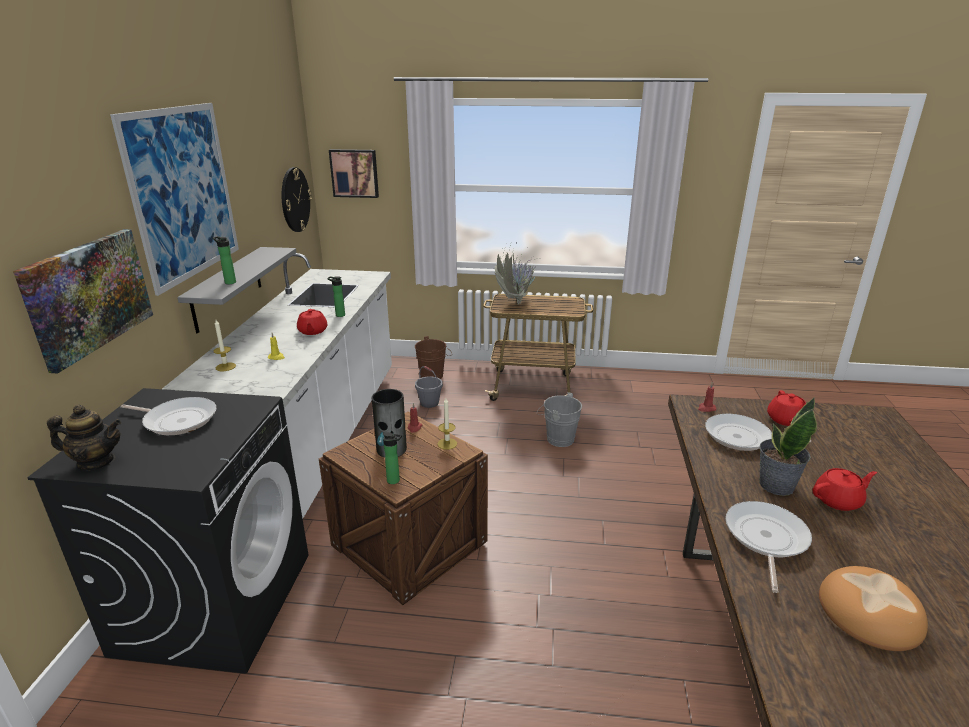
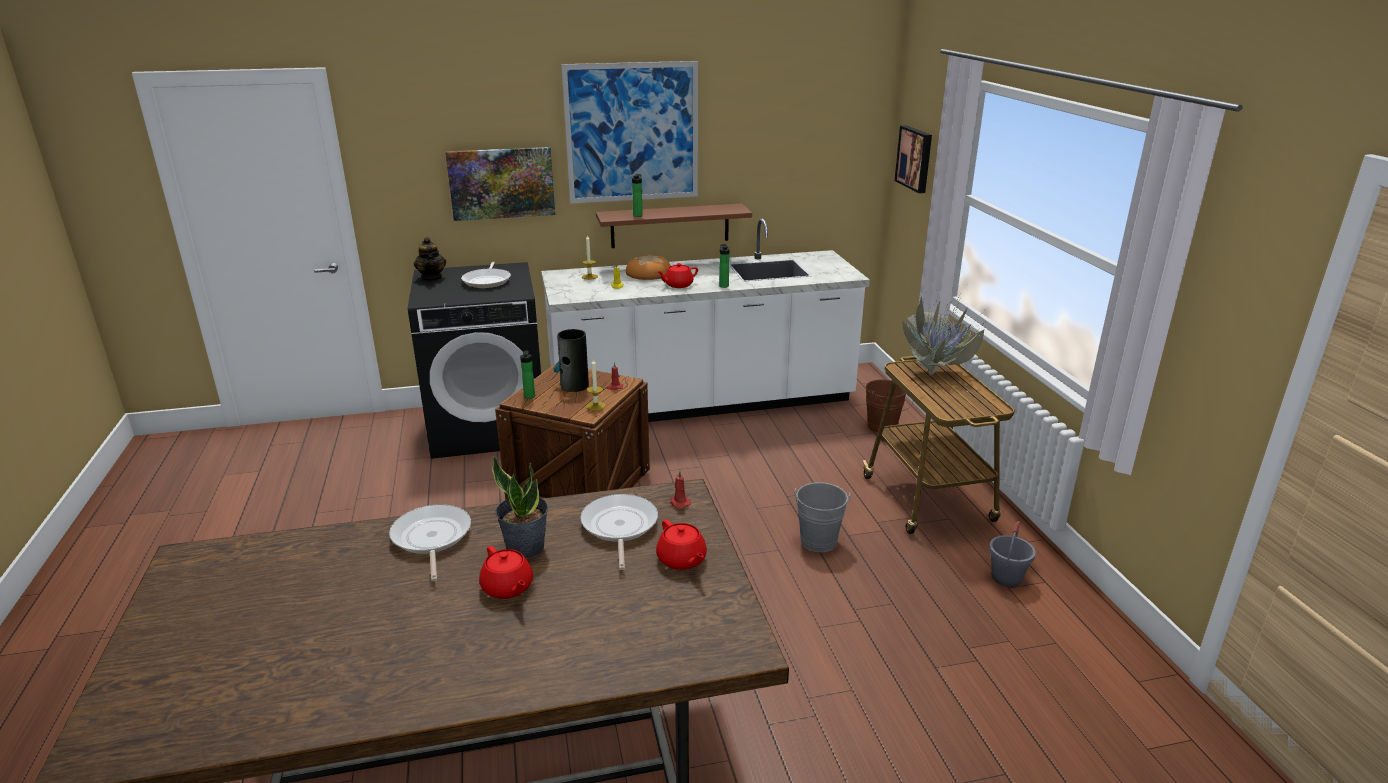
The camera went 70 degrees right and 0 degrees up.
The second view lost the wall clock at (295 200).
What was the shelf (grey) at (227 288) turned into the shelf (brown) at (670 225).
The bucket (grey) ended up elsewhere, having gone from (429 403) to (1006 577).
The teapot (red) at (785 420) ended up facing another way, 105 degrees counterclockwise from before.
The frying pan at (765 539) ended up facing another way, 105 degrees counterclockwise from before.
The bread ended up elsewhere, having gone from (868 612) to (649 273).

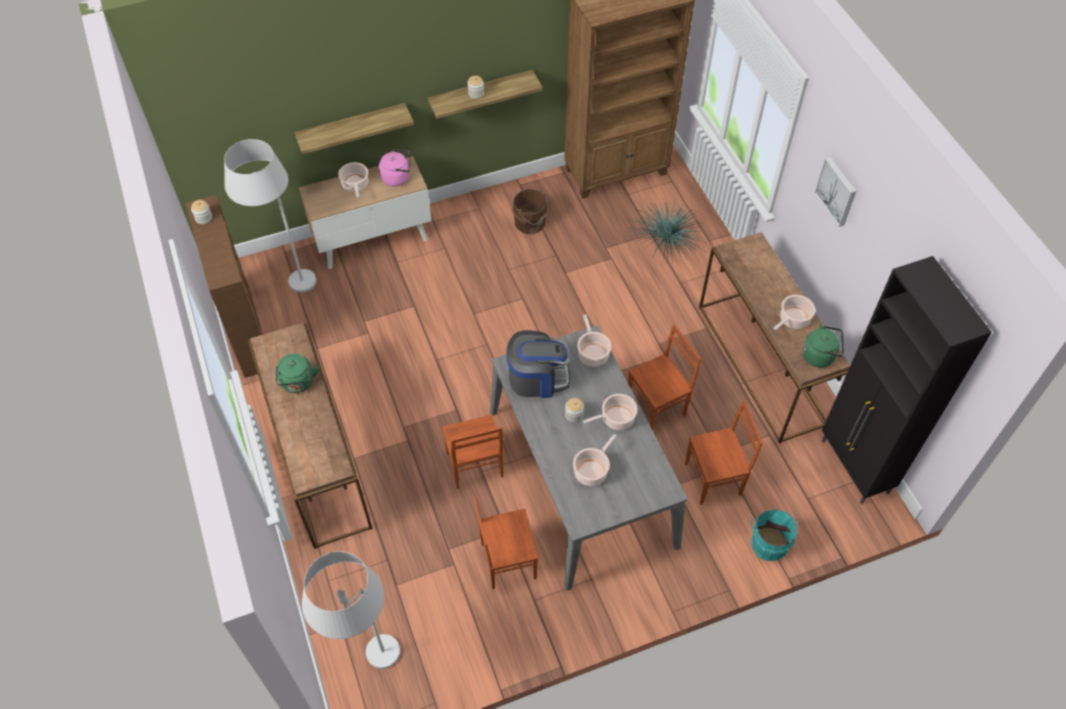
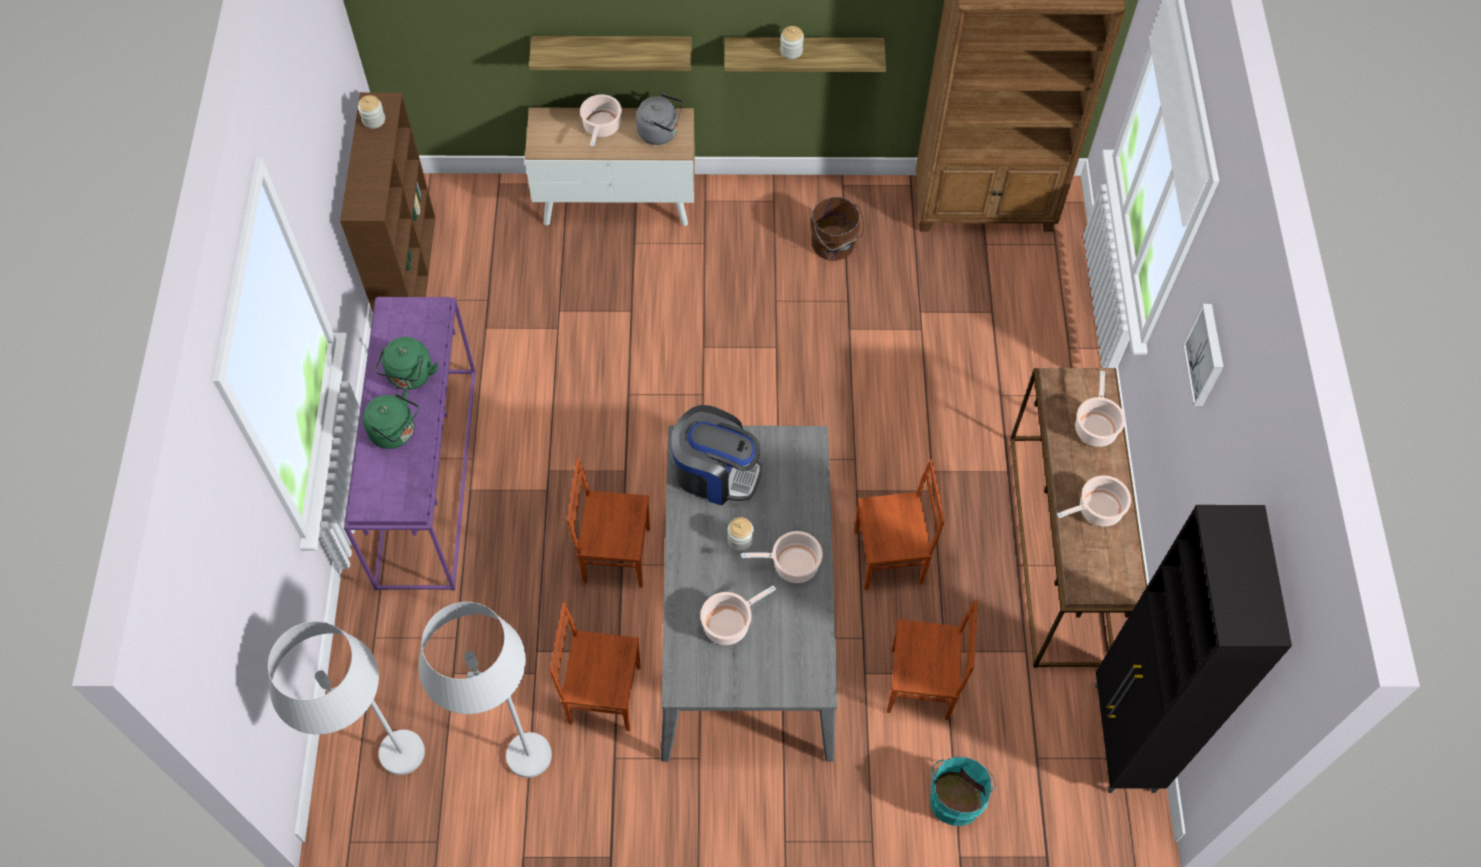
The camera went 20 degrees right and 5 degrees up.
The floor lamp (white) ended up elsewhere, having gone from (287 282) to (505 747).
What was the kettle (pink) at (397 177) turned into the kettle (grey) at (660 132).
The second view lost the potted plant at (667 239).
The cooking pot ended up elsewhere, having gone from (592 353) to (1095 427).
What was the console table (brown) at (317 459) turned into the console table (purple) at (425 475).
The kettle (green) ended up elsewhere, having gone from (820 356) to (395 432).
The chair (brown) at (474 466) ended up facing another way, 90 degrees clockwise from before.

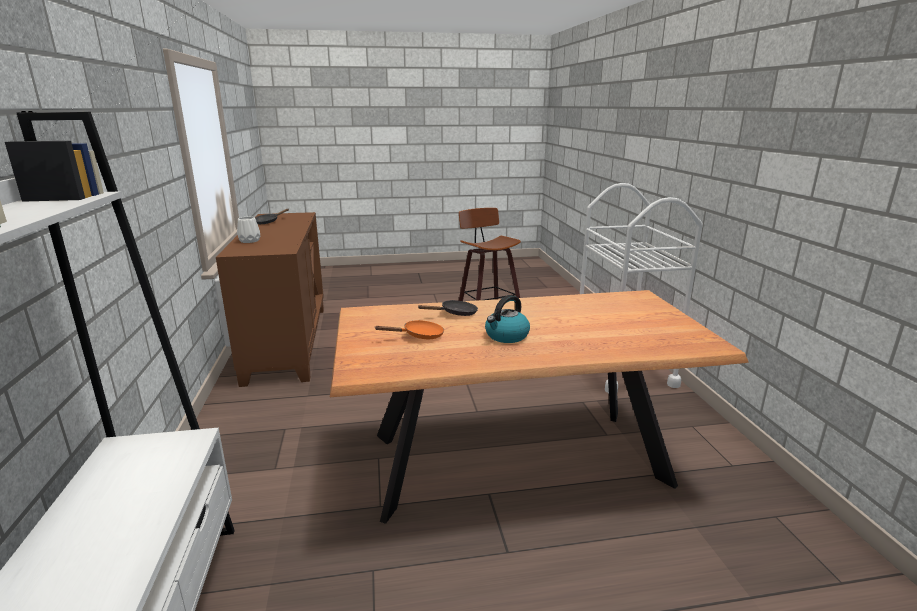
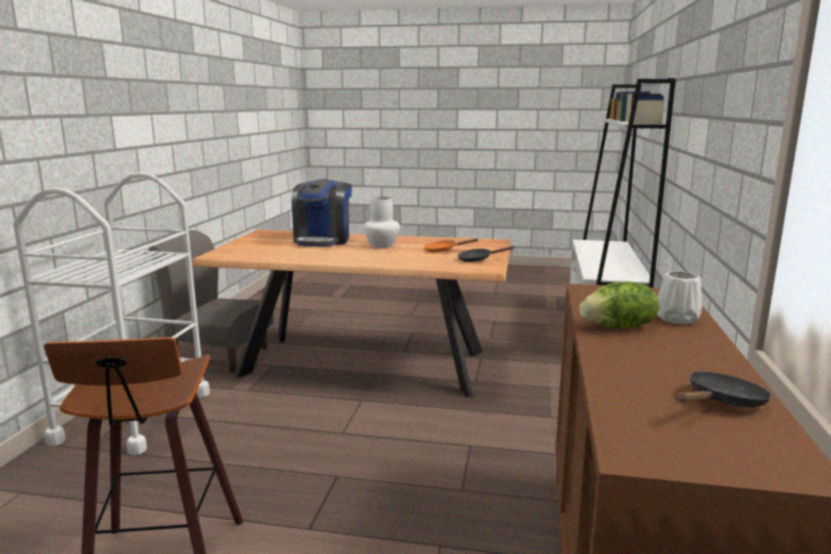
The camera went 160 degrees left and 5 degrees down.
Where the kettle stood at (506 336), the vase (white) came to stand at (381 245).
The frying pan (black) ended up elsewhere, having gone from (455 313) to (478 260).
The second view gained the coffee machine at (323 240).
The second view gained the chair (grey) at (219 355).
The second view gained the lettuce at (619 327).

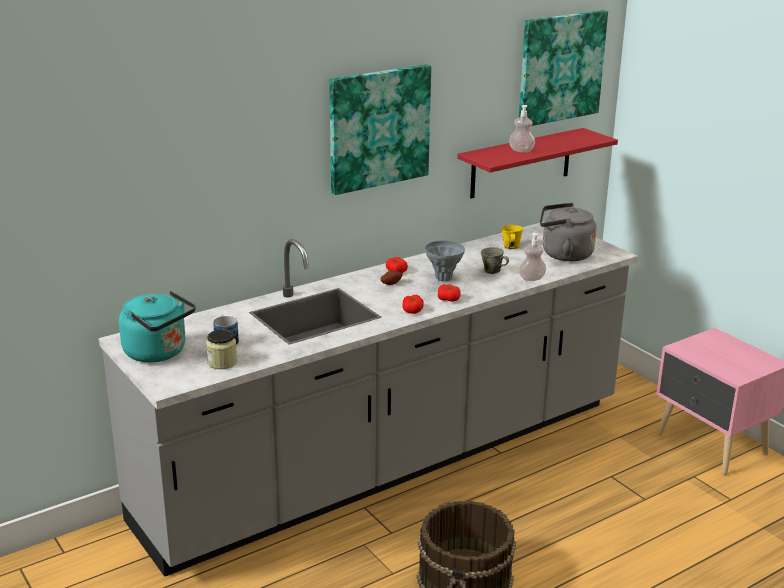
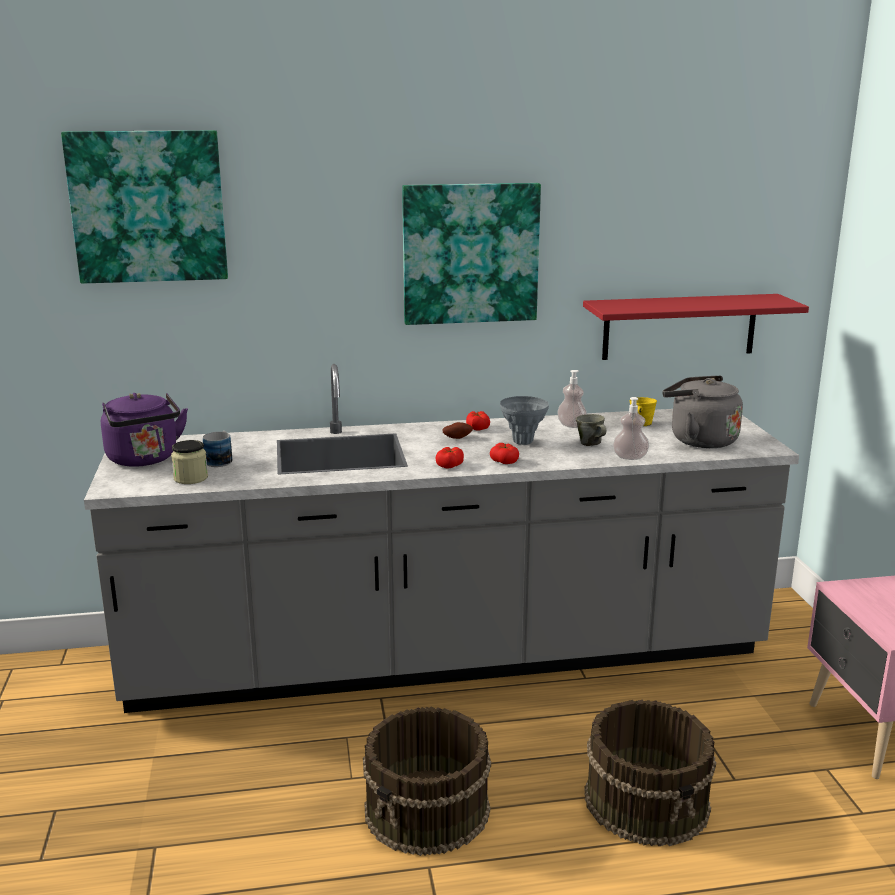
The camera went 25 degrees right and 5 degrees down.
The picture ended up elsewhere, having gone from (560 67) to (148 207).
The soap dispenser ended up elsewhere, having gone from (521 151) to (571 425).
What was the kettle (turquoise) at (159 353) turned into the kettle (purple) at (144 460).
The second view gained the bucket (brown) at (648 801).

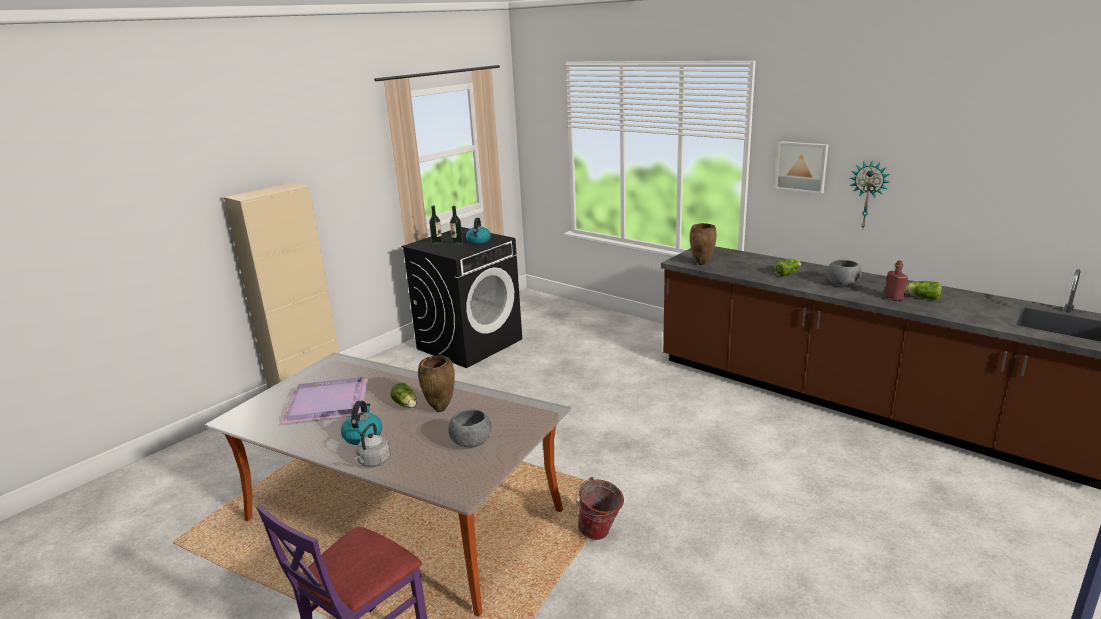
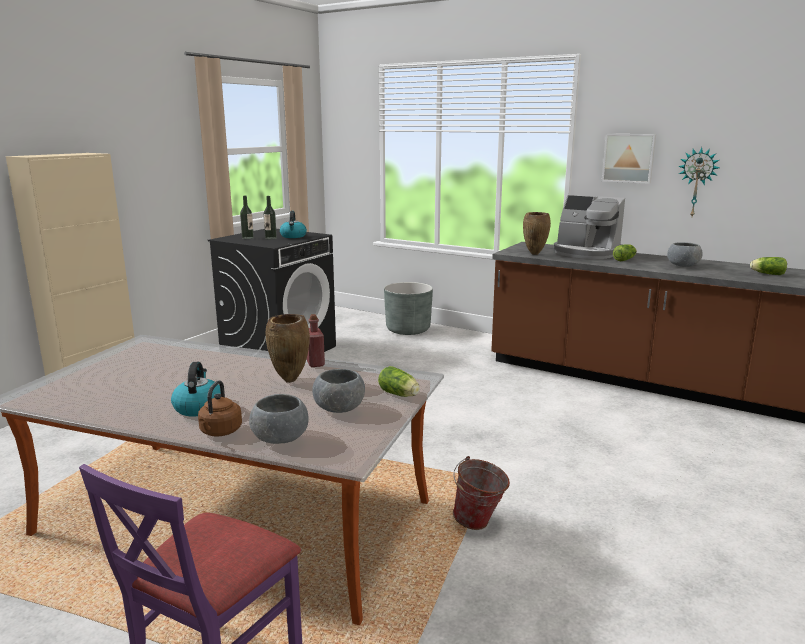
The camera went 10 degrees left and 5 degrees down.
The bottle (red) ended up elsewhere, having gone from (894 298) to (315 363).
The second view lost the tray (purple) at (329 403).
The lettuce ended up elsewhere, having gone from (406 405) to (400 395).
What was the kettle (grey) at (373 462) turned into the kettle (brown) at (220 432).
The second view gained the coffee machine at (586 253).
The second view gained the planter (grey) at (408 329).
The second view gained the bowl (grey) at (280 439).

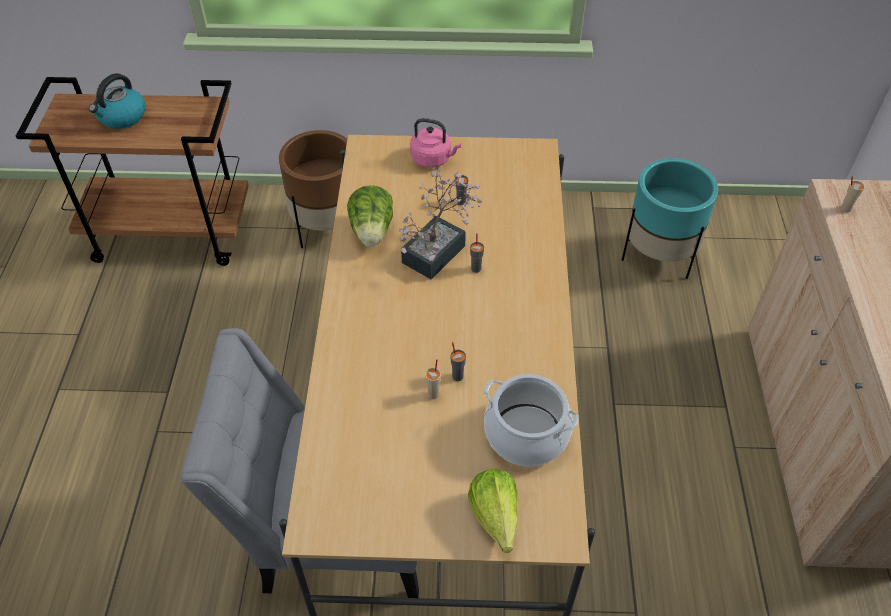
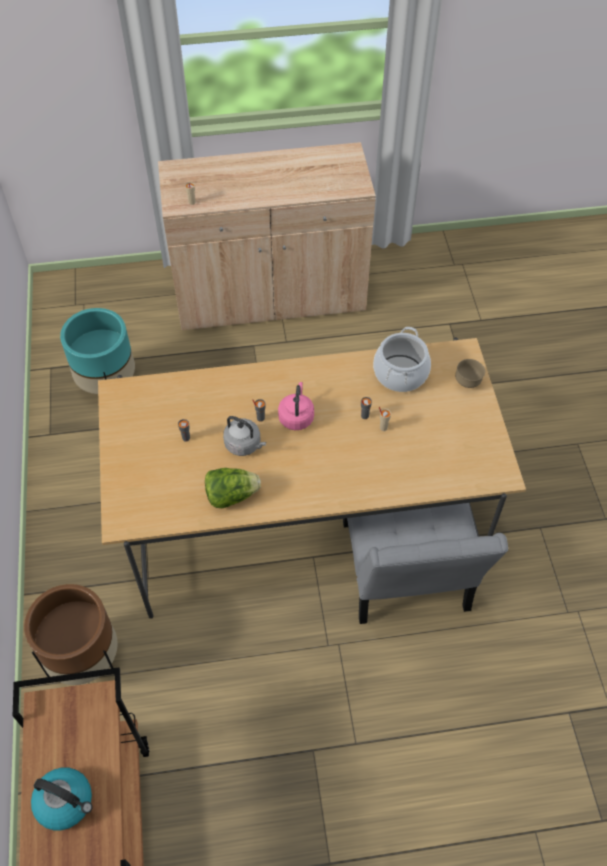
The camera went 100 degrees left and 5 degrees up.
The kettle (pink) ended up elsewhere, having gone from (433 159) to (296 417).
Where the potted plant stood at (439 250), the kettle (grey) came to stand at (244 445).
Where the lettuce stood at (495 524), the bowl (brown) came to stand at (467 382).

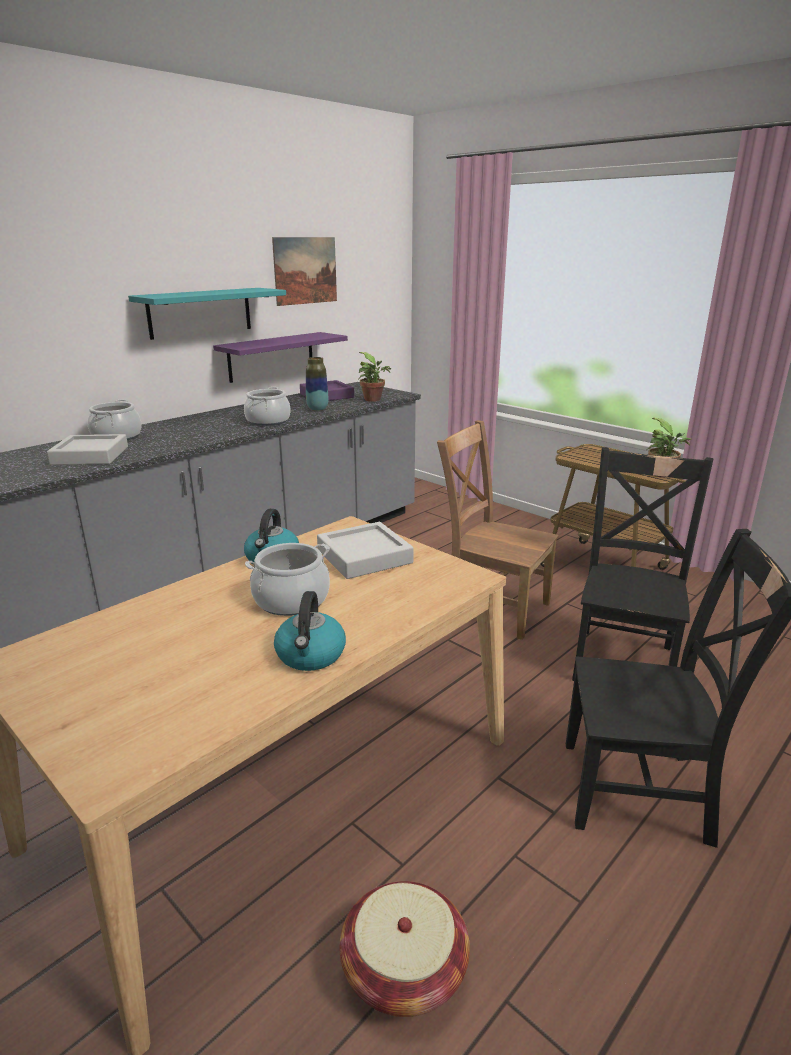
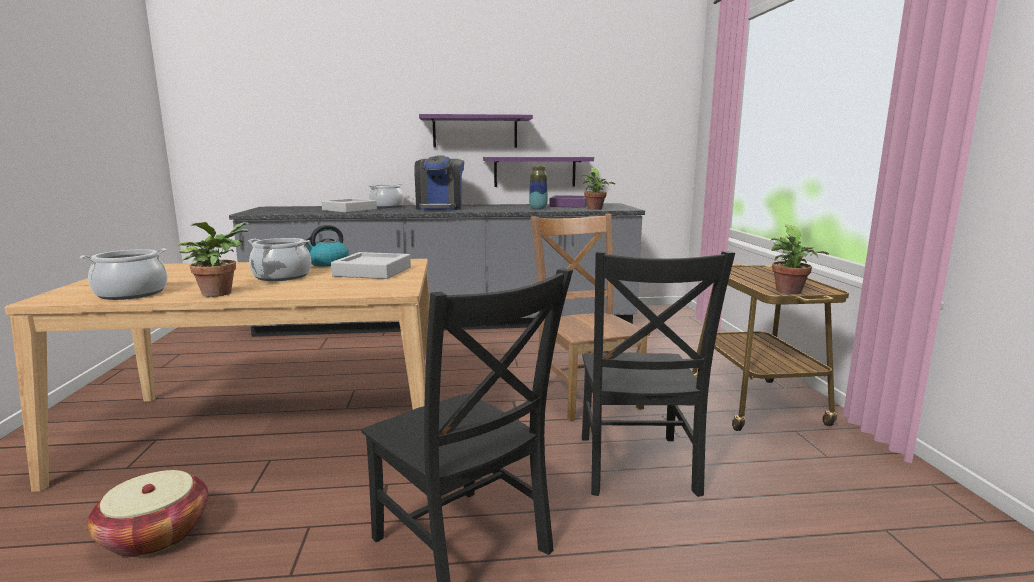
The camera went 40 degrees right and 10 degrees down.
The second view lost the picture at (305 270).
What was the shelf (turquoise) at (200 312) turned into the shelf (purple) at (475 132).
The cooking pot ended up elsewhere, having gone from (268 421) to (131 293).
The chair (black) at (624 659) ended up facing another way, 120 degrees clockwise from before.
Where the kettle stood at (311 655), the potted plant came to stand at (219 293).
The second view gained the coffee machine at (440 208).

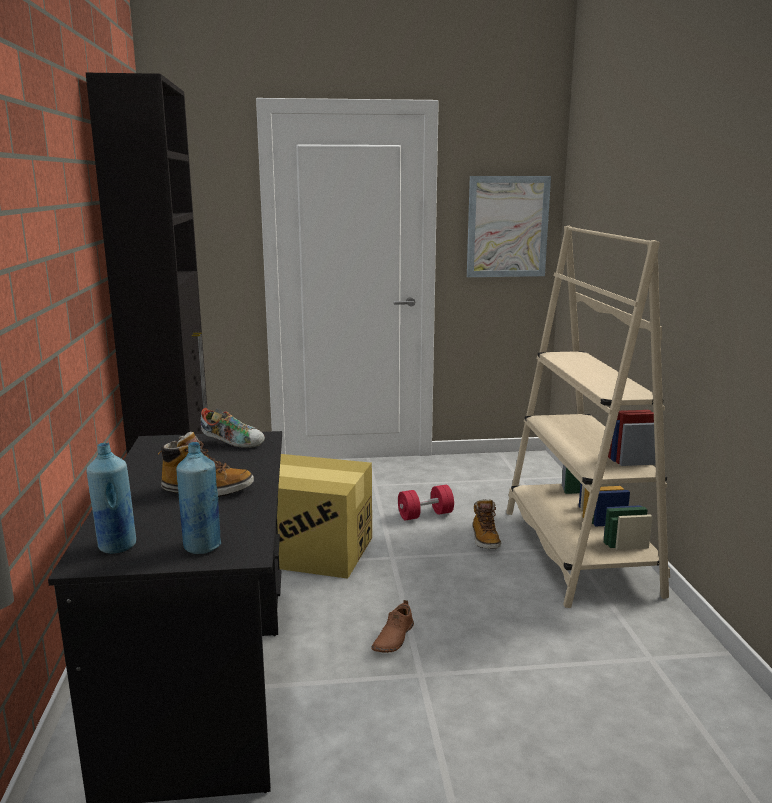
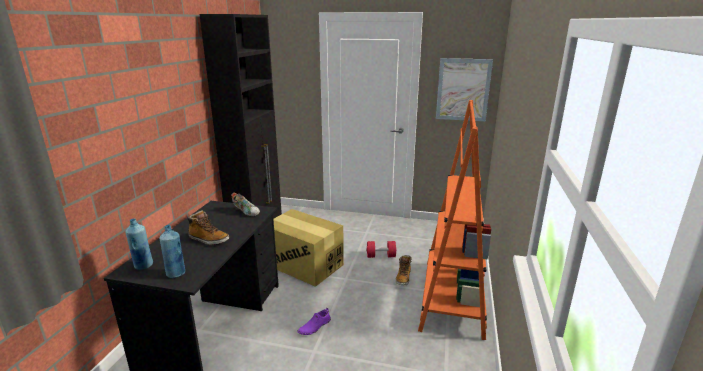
The camera went 20 degrees right and 5 degrees up.
What was the bookcase (beige) at (578 551) turned into the bookcase (orange) at (452 297).
What was the shoe (brown) at (393 638) turned into the shoe (purple) at (314 327).

